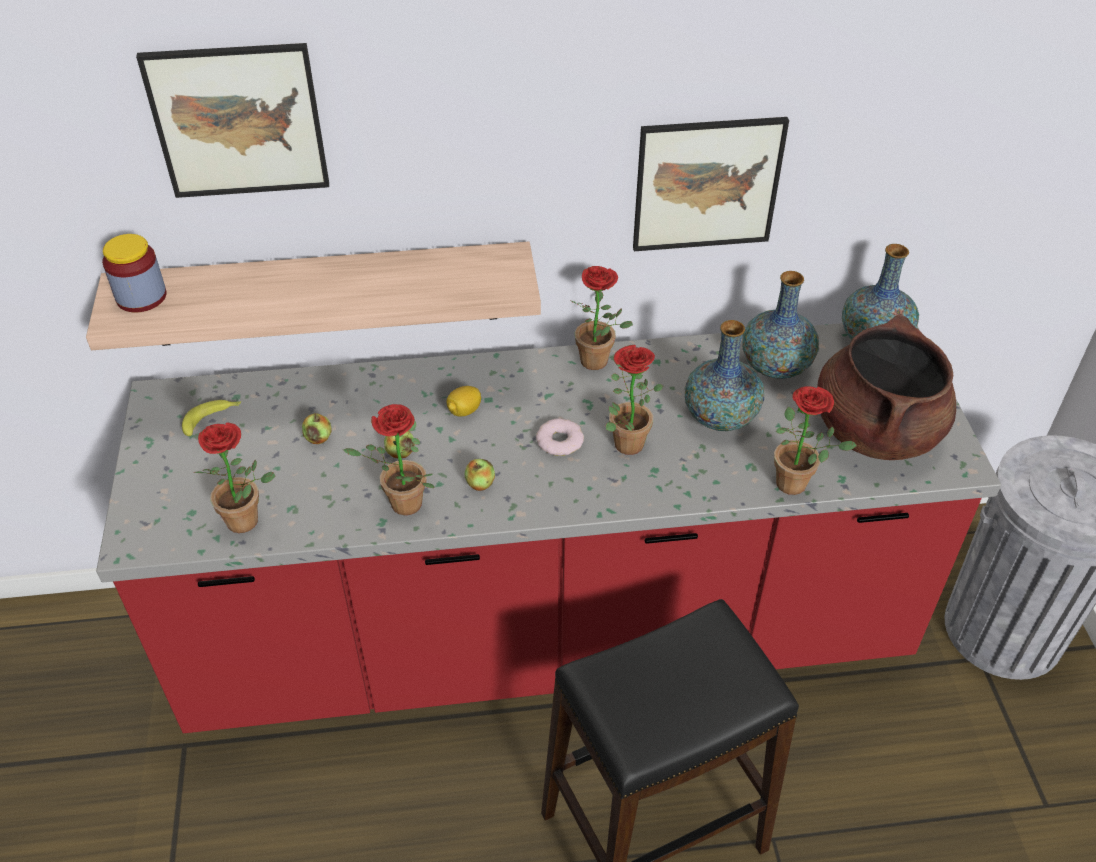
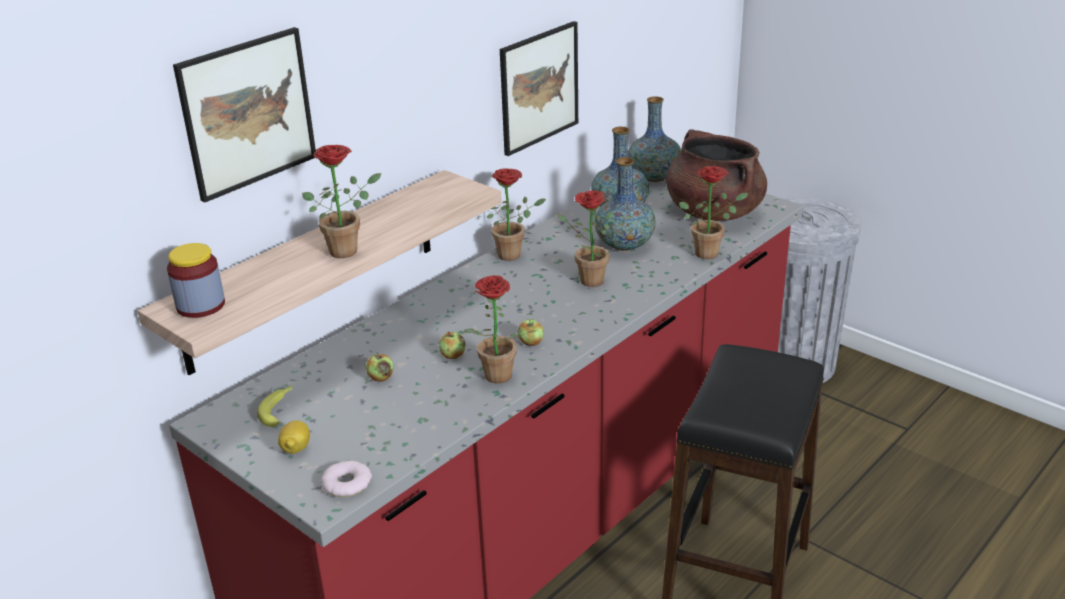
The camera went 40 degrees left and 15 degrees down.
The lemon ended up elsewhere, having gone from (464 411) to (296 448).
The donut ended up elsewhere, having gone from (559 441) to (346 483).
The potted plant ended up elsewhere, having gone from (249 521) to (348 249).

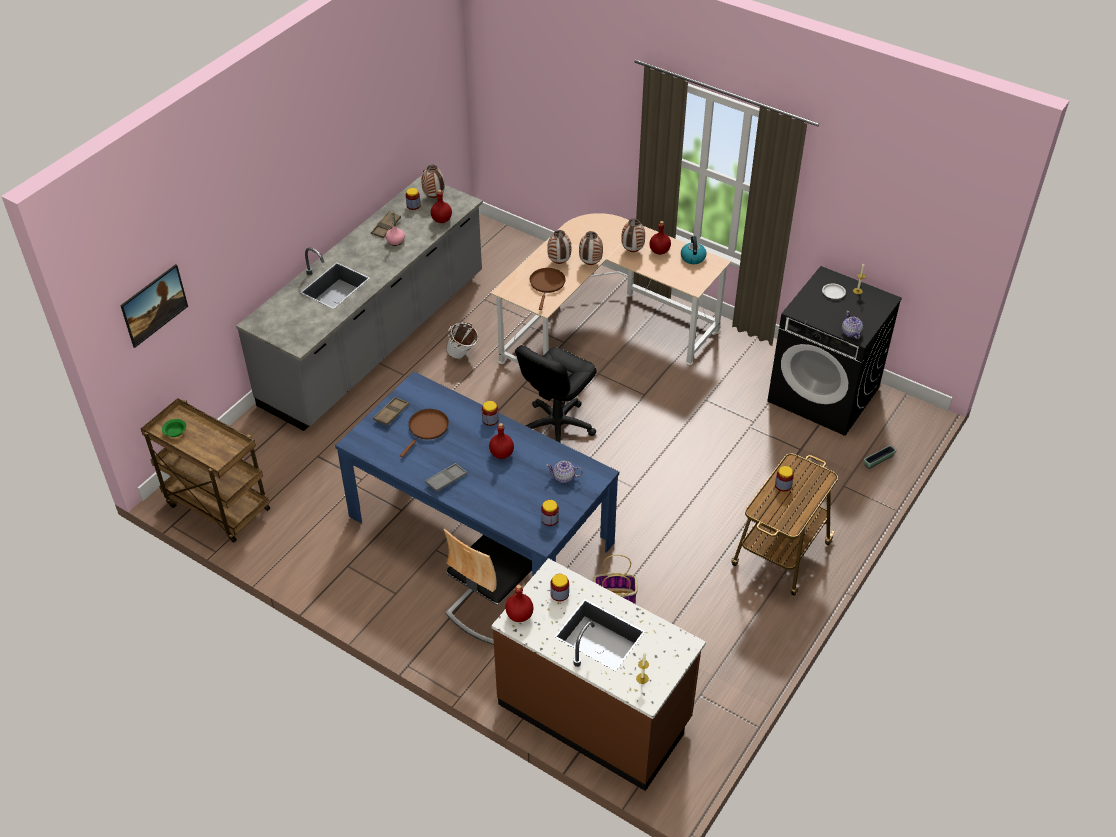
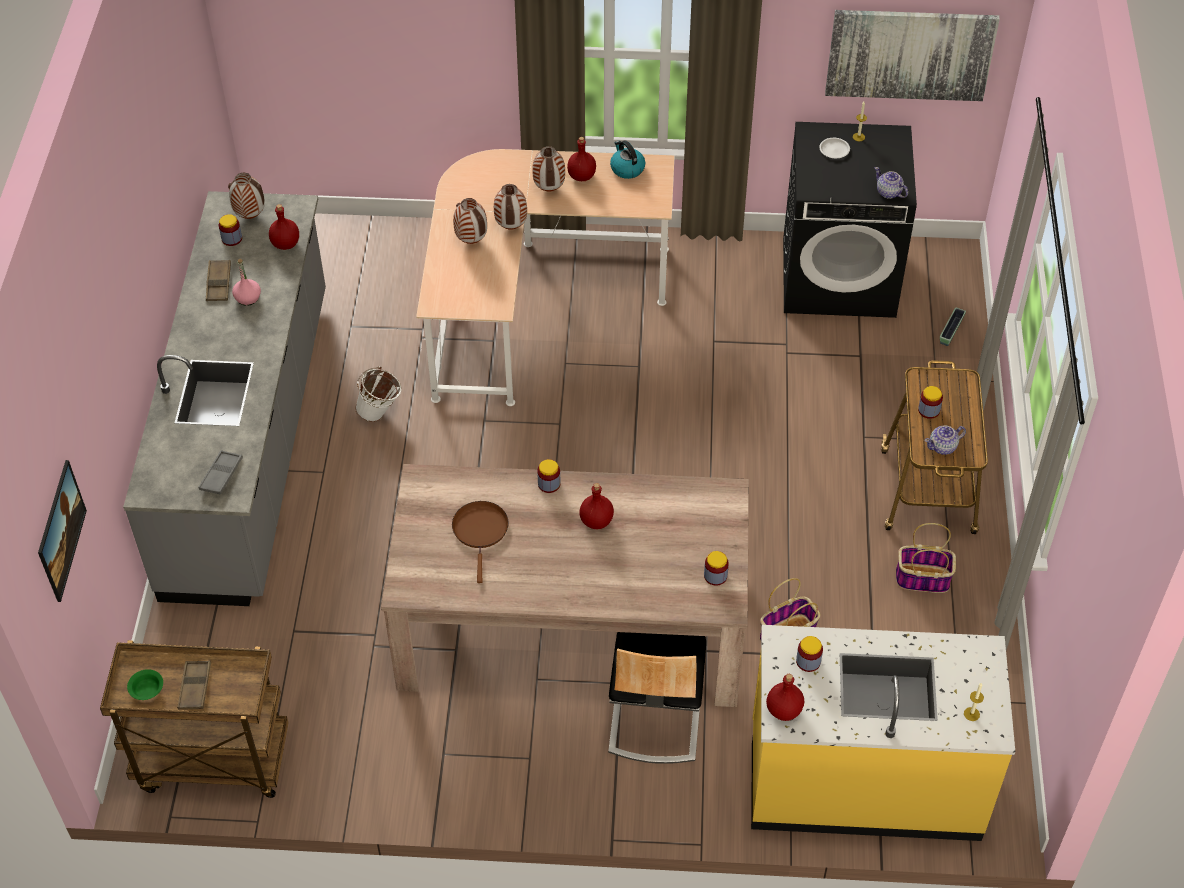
The camera went 30 degrees left and 5 degrees up.
The second view lost the frying pan (brown) at (547 284).
The second view lost the office chair (black) at (557 426).
What was the dining table (blue) at (480 529) turned into the dining table (beige) at (571 627).
The tray (brown) ended up elsewhere, having gone from (391 413) to (195 687).
The teapot ended up elsewhere, having gone from (564 477) to (943 447).
The tray (grey) ended up elsewhere, having gone from (446 479) to (221 475).
What was the counter (brown) at (595 712) turned into the counter (yellow) at (864 780).
The second view gained the picture at (910 54).
The second view gained the basket at (922 579).

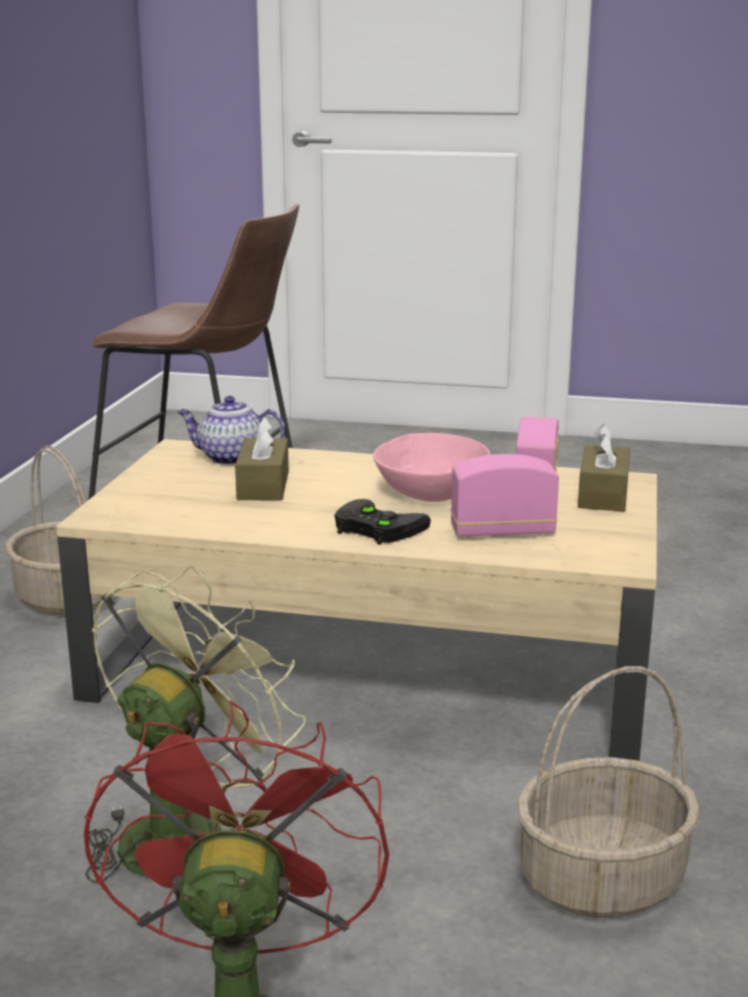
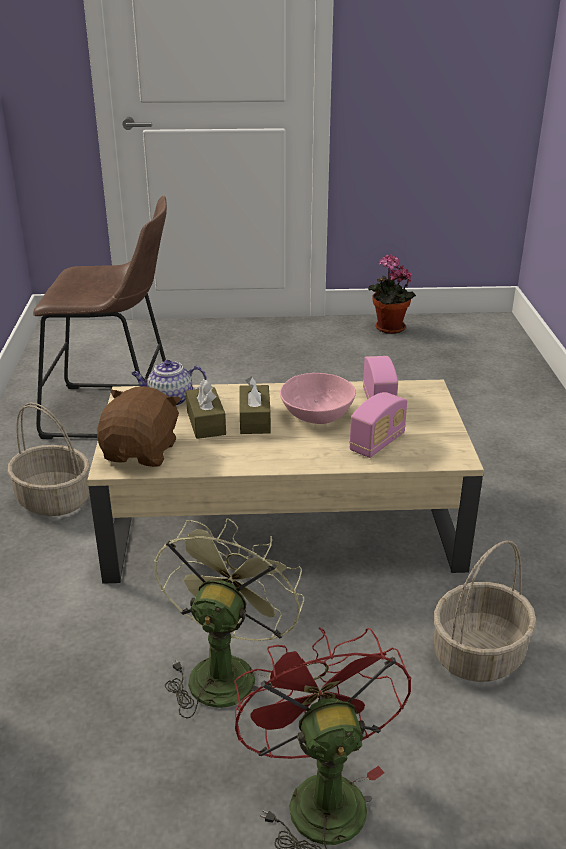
The camera went 15 degrees left and 10 degrees up.
The tissue box (brown) ended up elsewhere, having gone from (603 495) to (255 419).
The radio at (502 531) ended up facing another way, 150 degrees clockwise from before.
The second view lost the game controller (black) at (375 528).
The second view gained the potted plant at (387 329).
The second view gained the plush toy (brown) at (142 452).

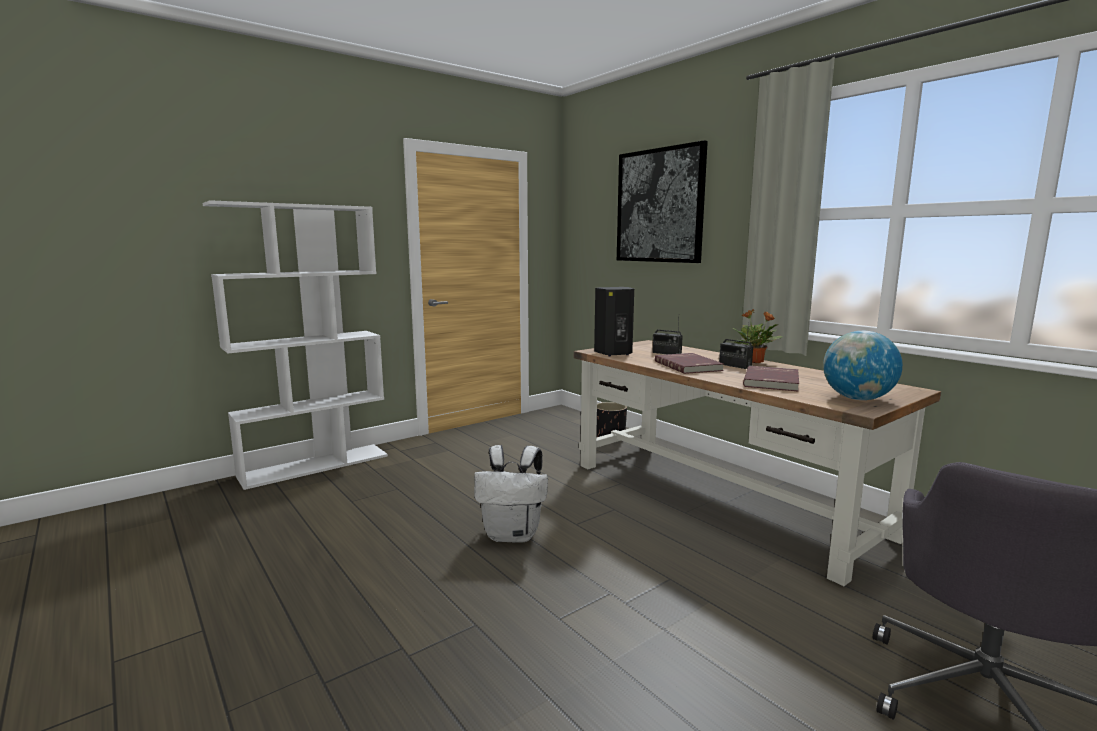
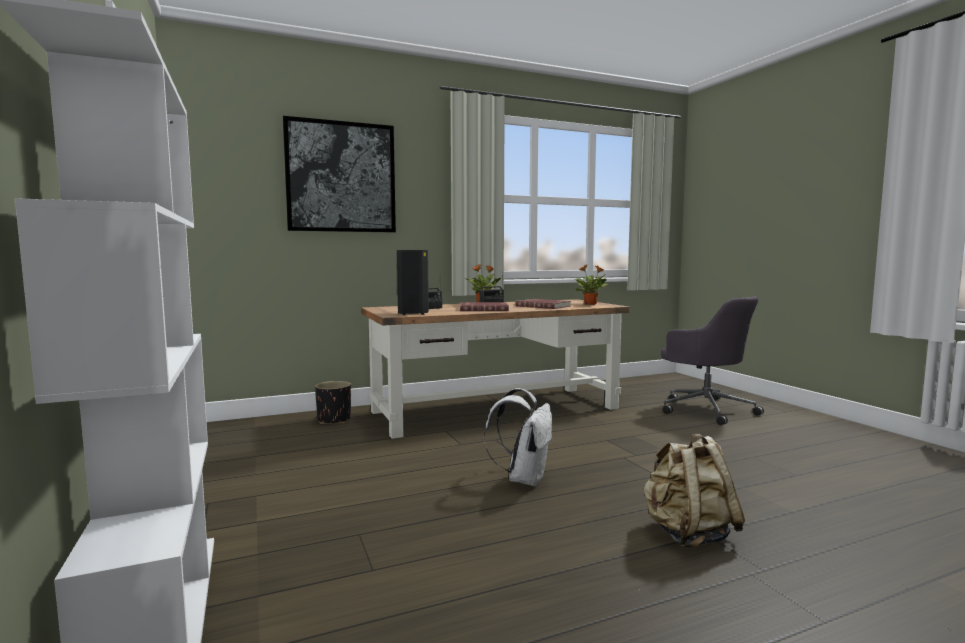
The camera went 75 degrees left and 5 degrees down.
Where the globe stood at (857 399), the potted plant came to stand at (591 304).
The second view gained the backpack (beige) at (688 534).

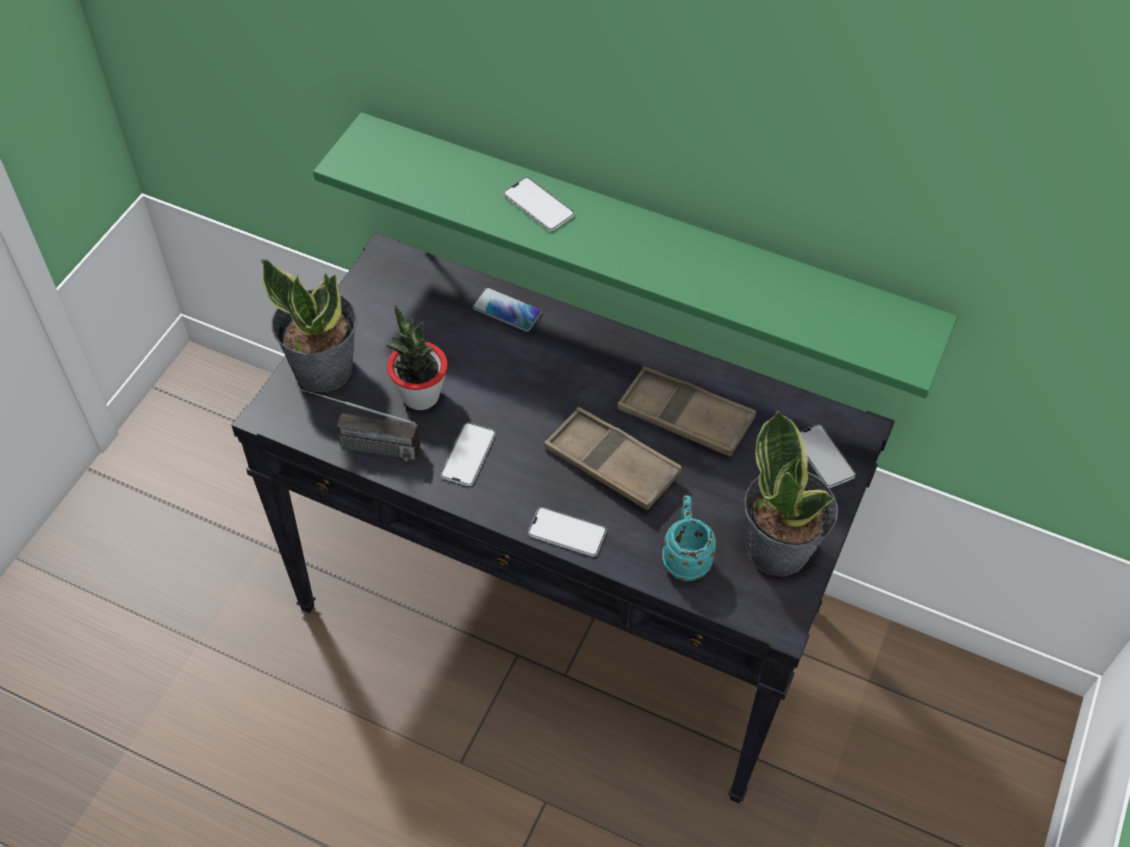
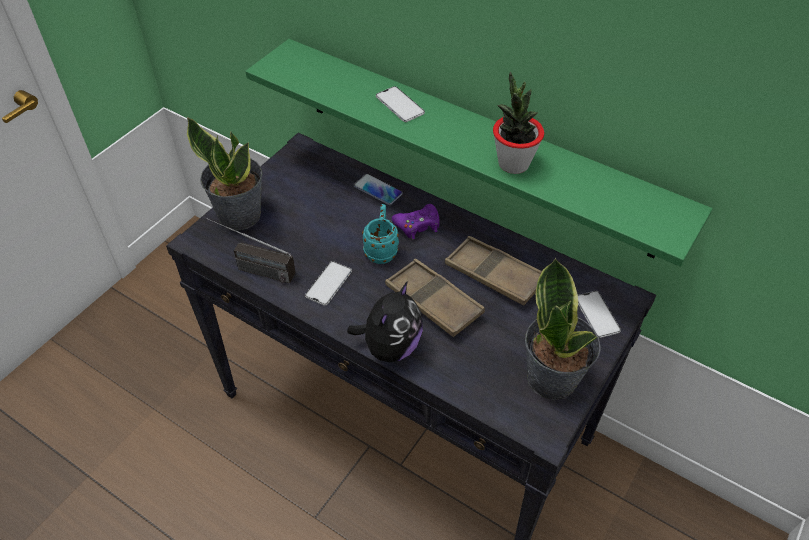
The camera went 10 degrees right and 5 degrees down.
The potted plant ended up elsewhere, having gone from (420 395) to (513 163).
The mug (turquoise) ended up elsewhere, having gone from (685 556) to (381 250).
Where the phone stood at (567 532), the plush toy came to stand at (390 347).
The second view gained the game controller (purple) at (418 225).

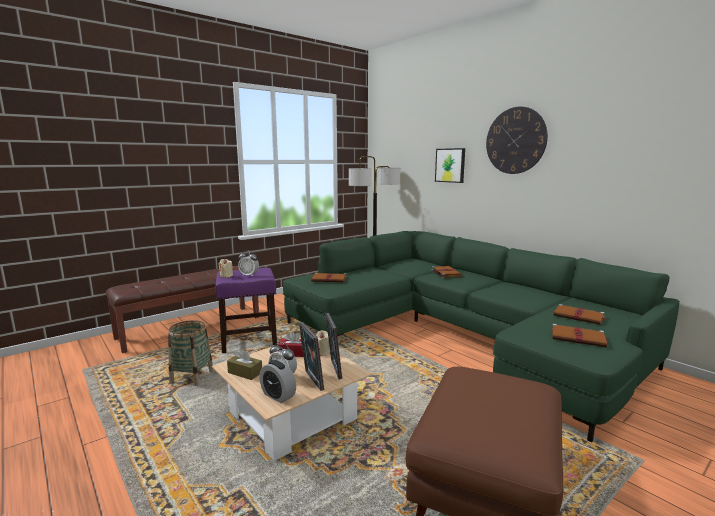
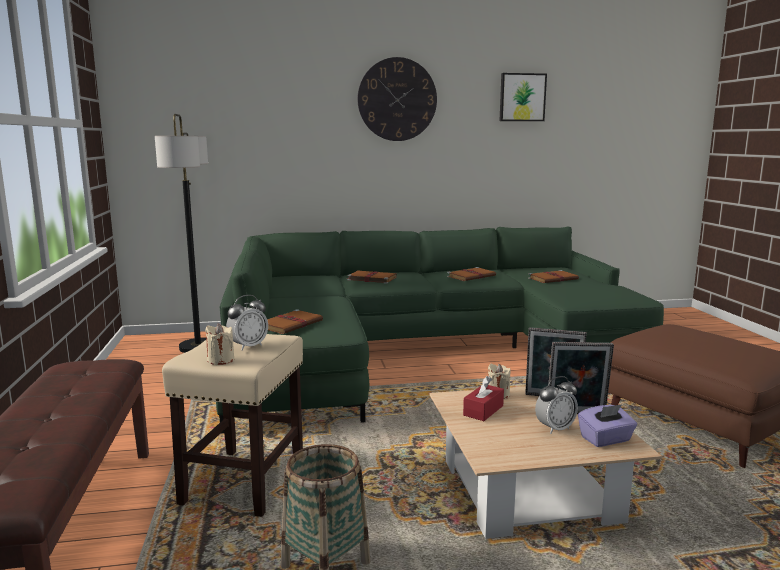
The camera went 60 degrees left and 0 degrees up.
The picture ended up elsewhere, having gone from (450 165) to (522 97).
What was the stool (purple) at (250 341) turned into the stool (beige) at (244 481).
The book (brown) ended up elsewhere, having gone from (578 338) to (472 276).
The second view lost the tissue box (brown) at (245 372).
Where the alarm clock stood at (278 395), the tissue box (purple) came to stand at (606 439).

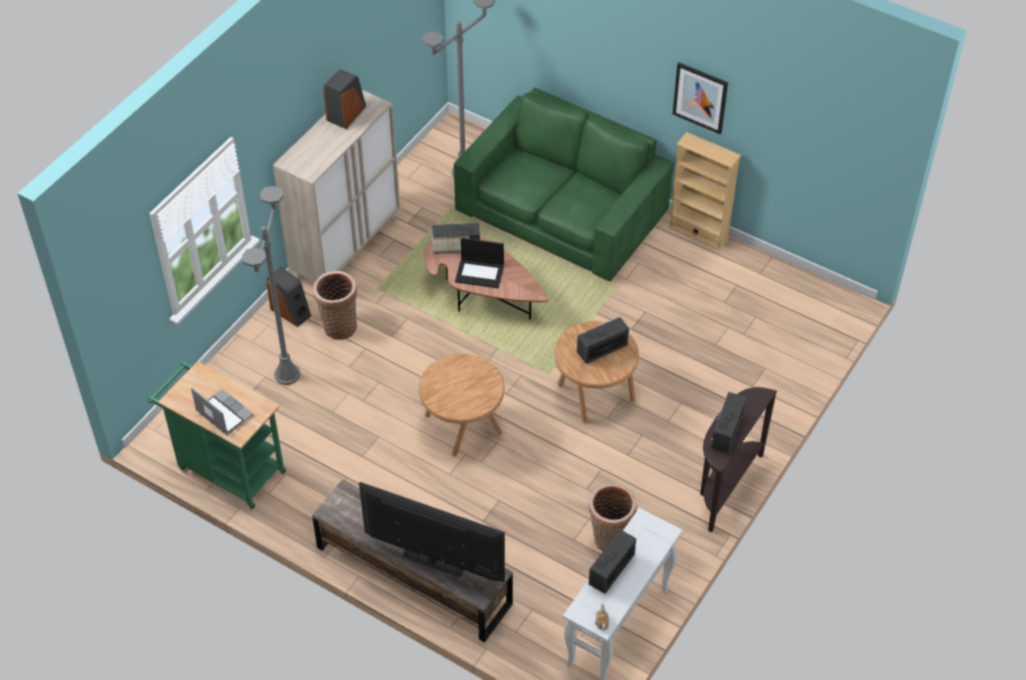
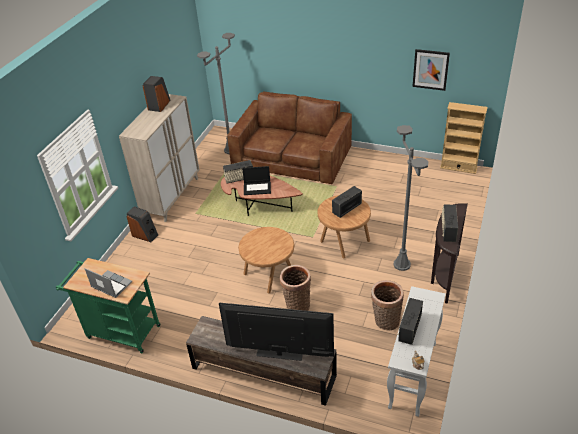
The camera went 10 degrees left and 10 degrees down.
The picture ended up elsewhere, having gone from (700 97) to (430 69).
What was the sofa (green) at (562 212) turned into the sofa (brown) at (292 158).
The bookcase (beige) ended up elsewhere, having gone from (698 233) to (458 167).
The floor lamp (grey) ended up elsewhere, having gone from (287 375) to (402 264).
The basket ended up elsewhere, having gone from (339 325) to (297 305).

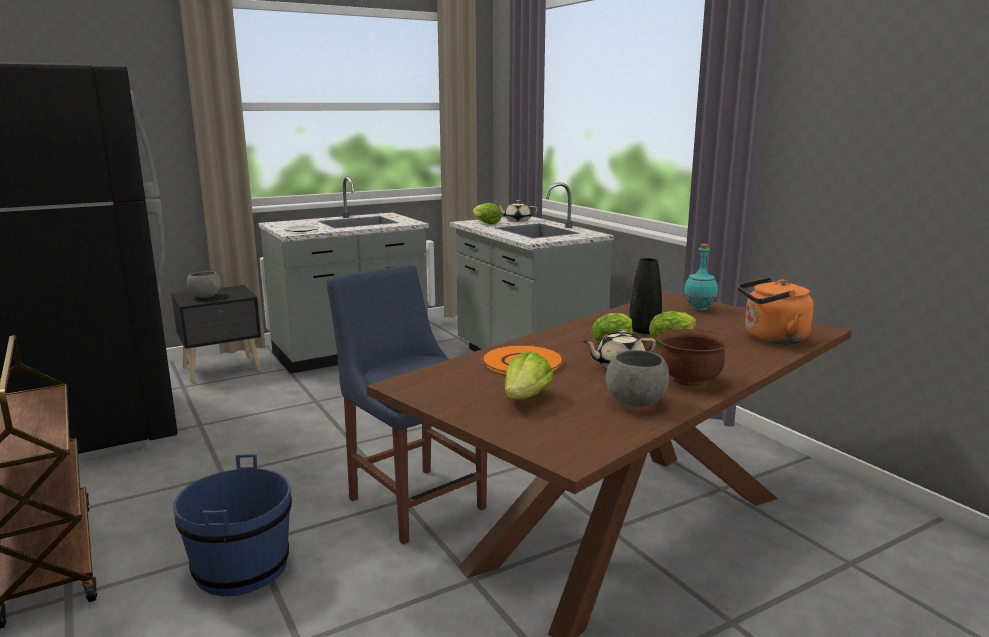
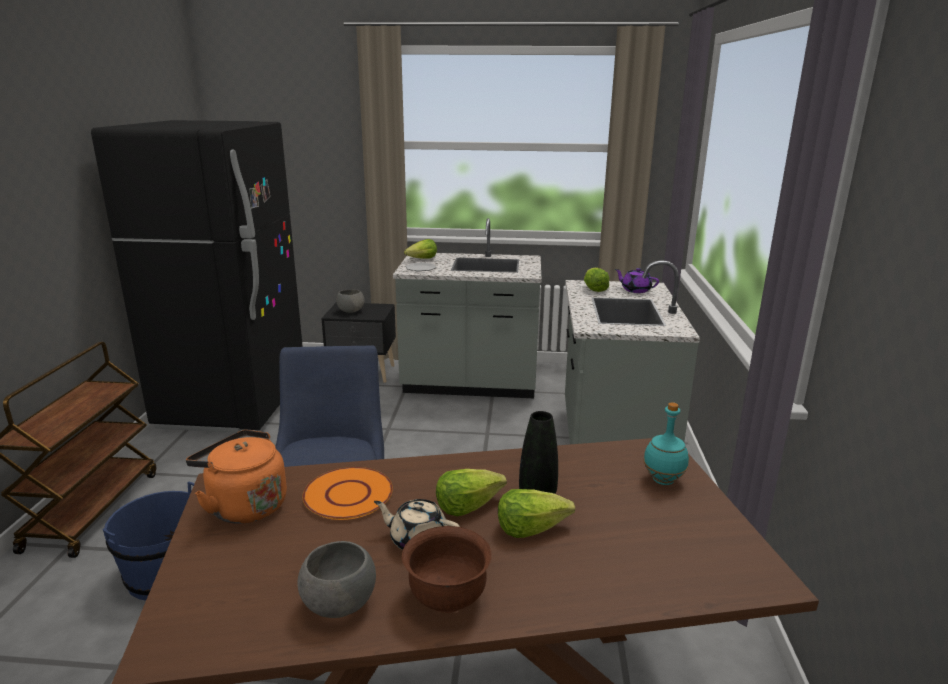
The camera went 35 degrees right and 5 degrees up.
What was the teapot (beige) at (517 220) turned into the teapot (purple) at (635 290).
The kettle (orange) ended up elsewhere, having gone from (771 338) to (244 505).
The lettuce ended up elsewhere, having gone from (526 398) to (422 259).

